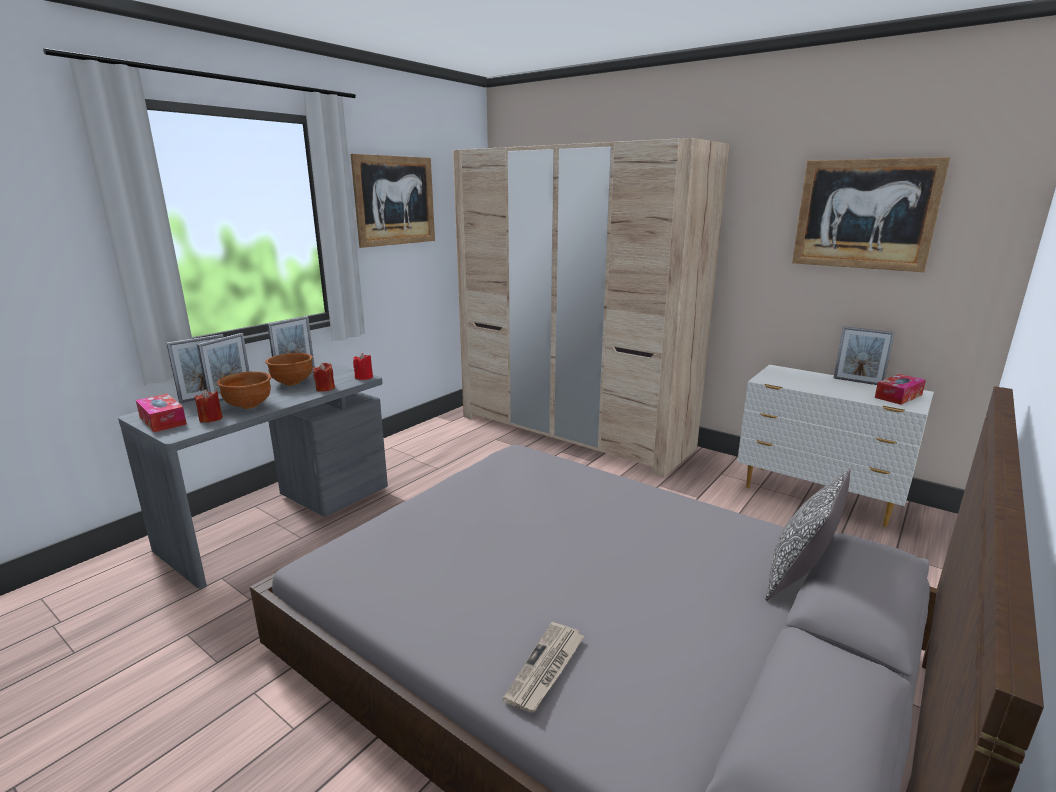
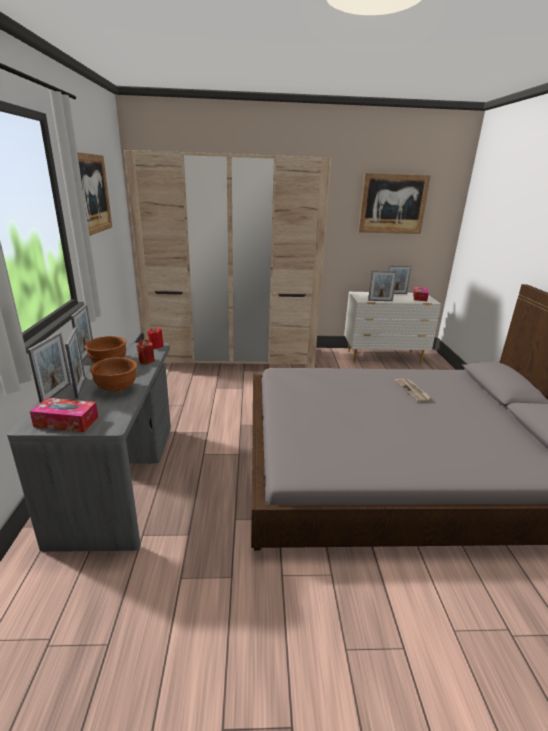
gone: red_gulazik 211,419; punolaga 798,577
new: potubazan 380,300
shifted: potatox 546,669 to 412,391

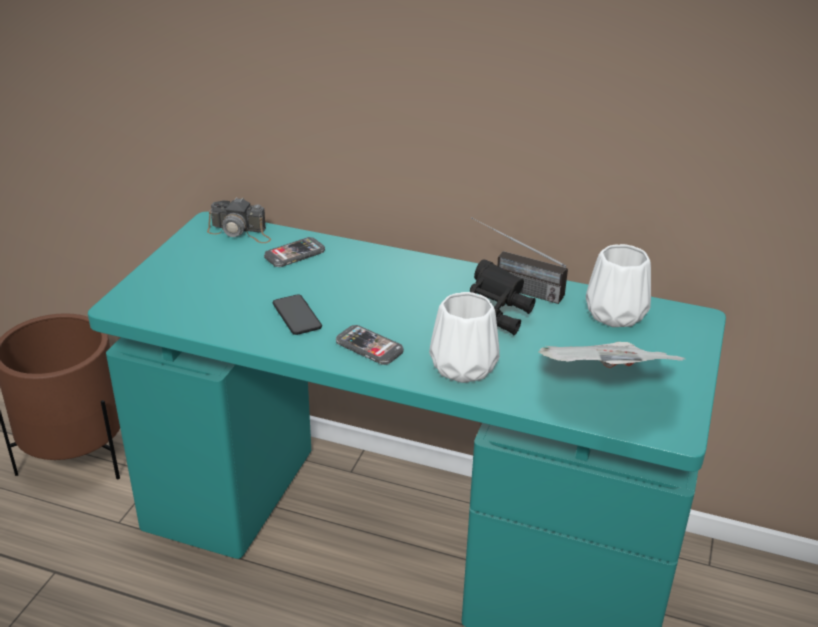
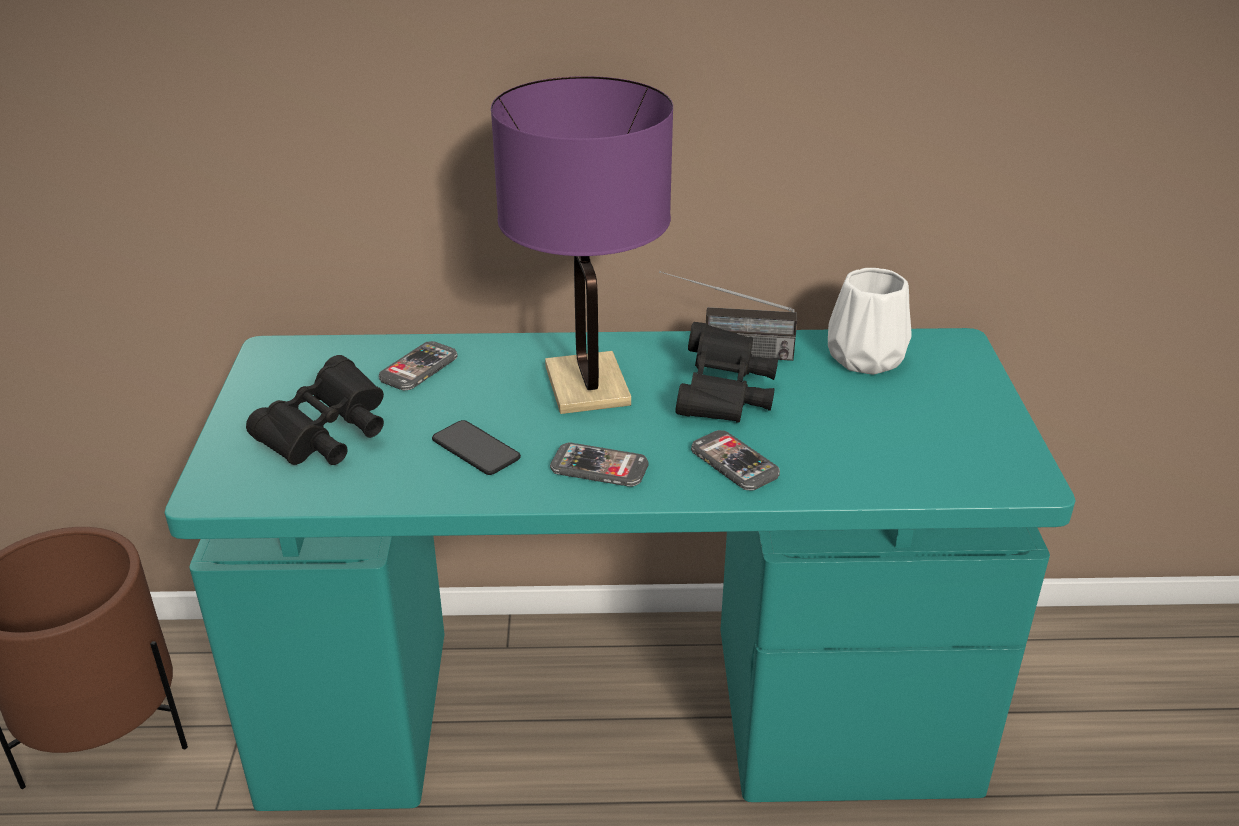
gone: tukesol 241,232; potatox 605,385
new: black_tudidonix 327,437; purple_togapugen 587,386
swapped: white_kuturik 464,366 to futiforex 734,463

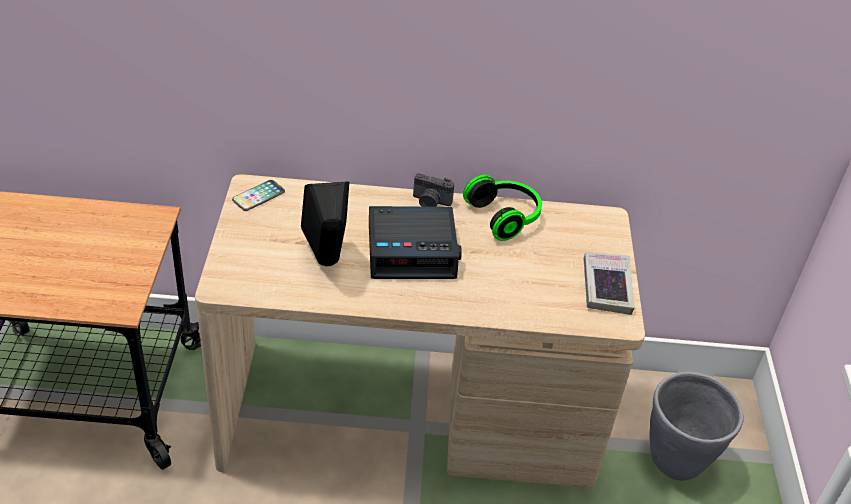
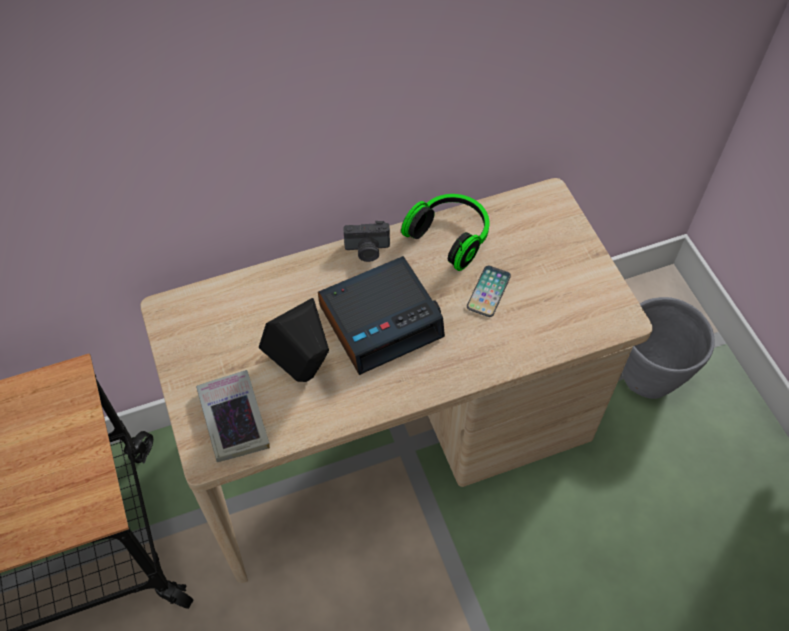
shifted: futiforex 258,196 to 488,292; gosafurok 606,287 to 233,419

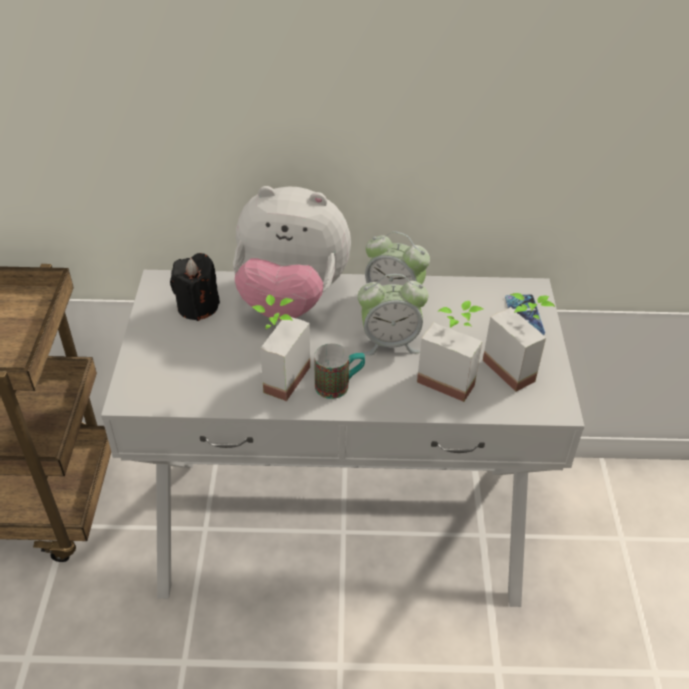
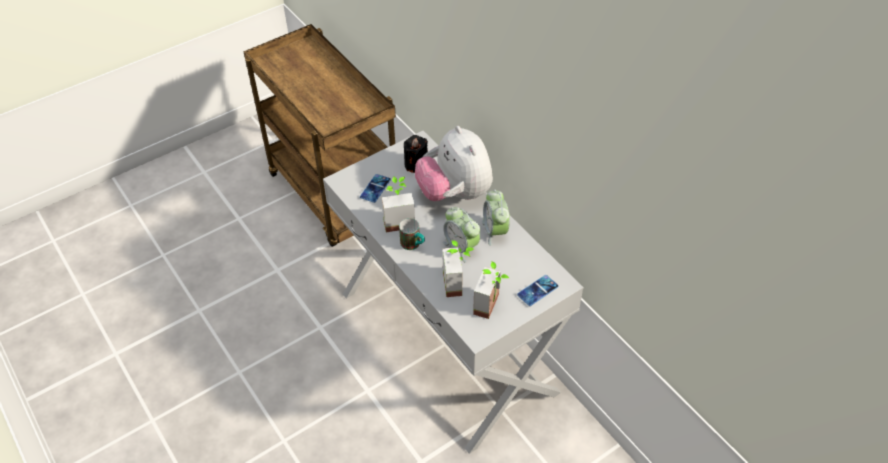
new: futiforex 375,188

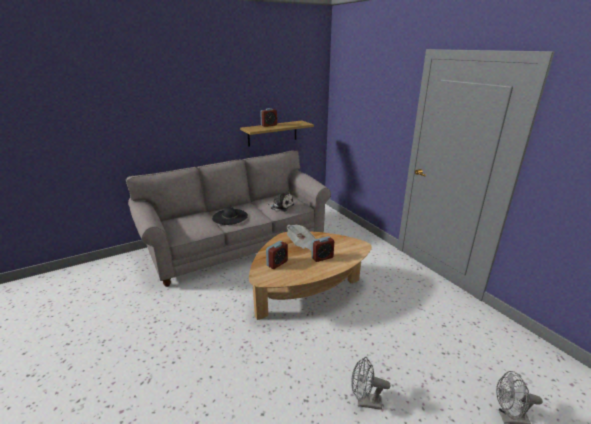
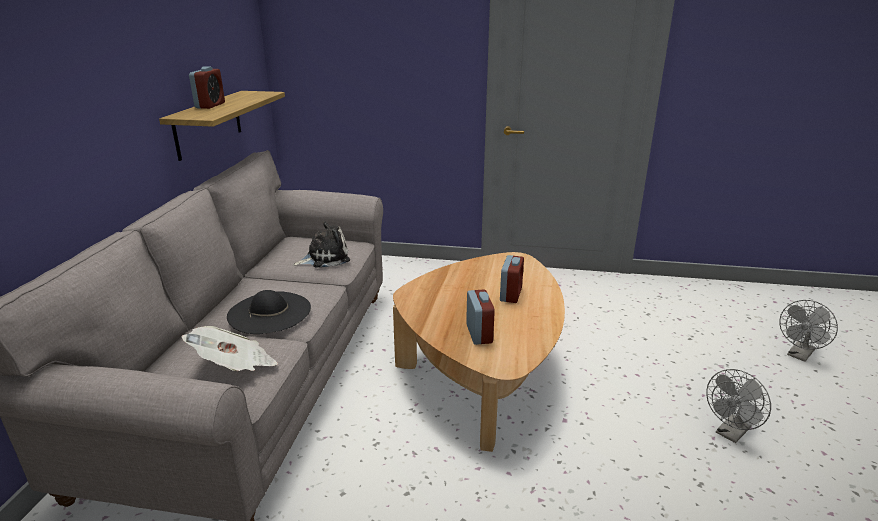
shifted: potatox 303,245 to 235,367

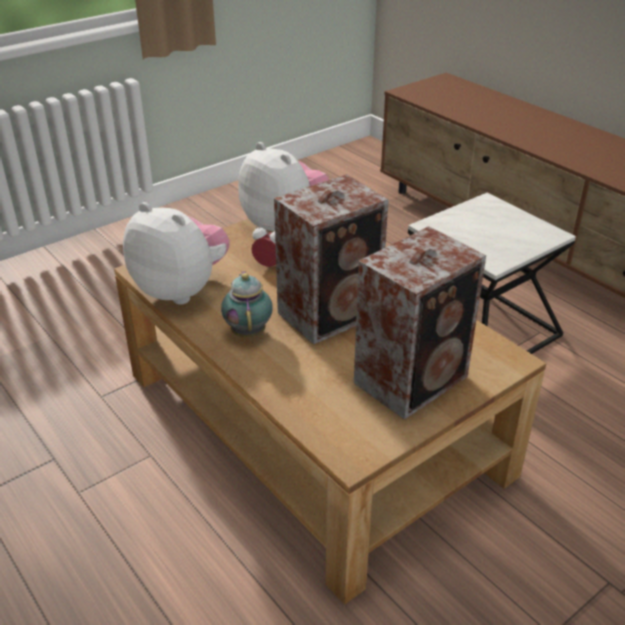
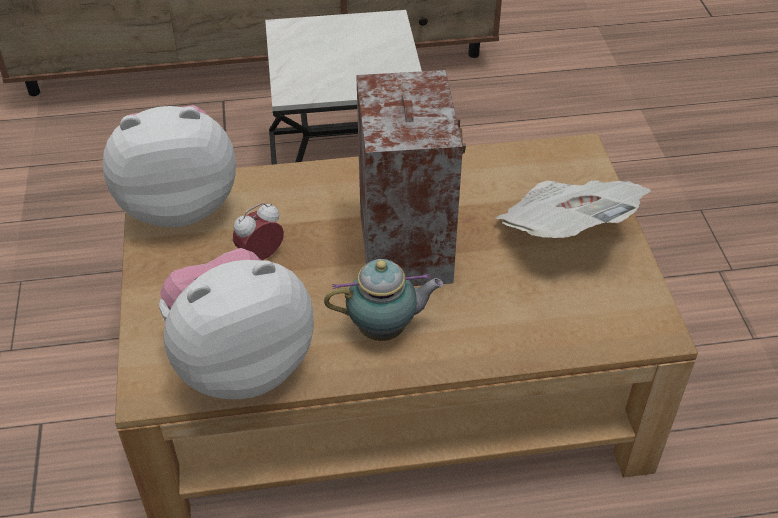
swapped: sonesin 414,379 to potatox 565,231
rotated: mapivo 248,331 = 385,329 150 degrees clockwise

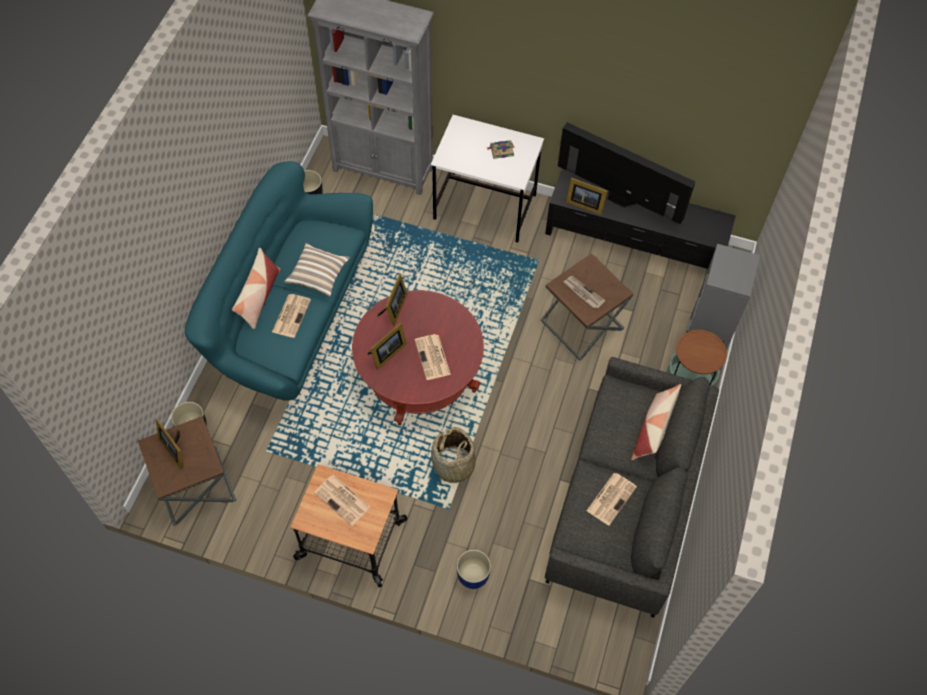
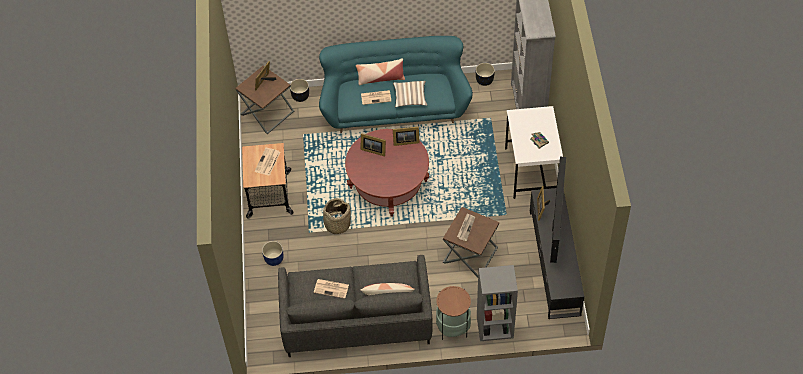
gone: potatox 433,358

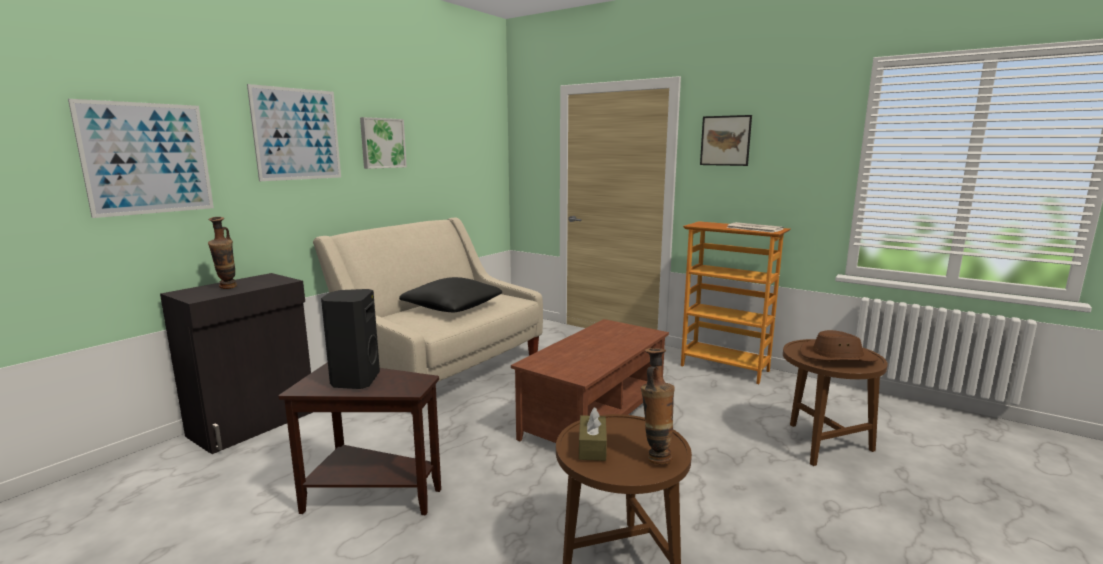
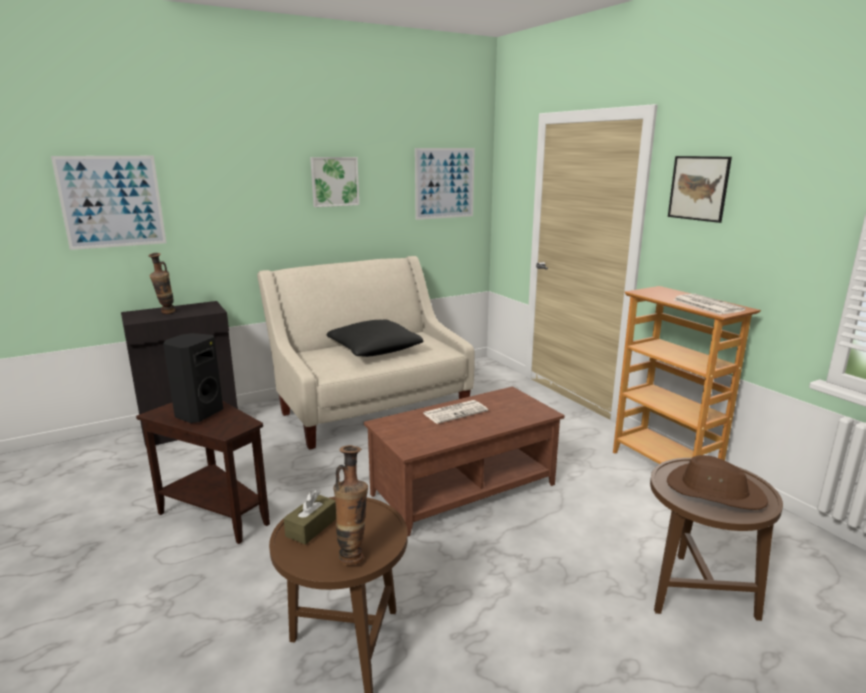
new: potatox 455,412
shifted: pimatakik 297,134 to 444,183

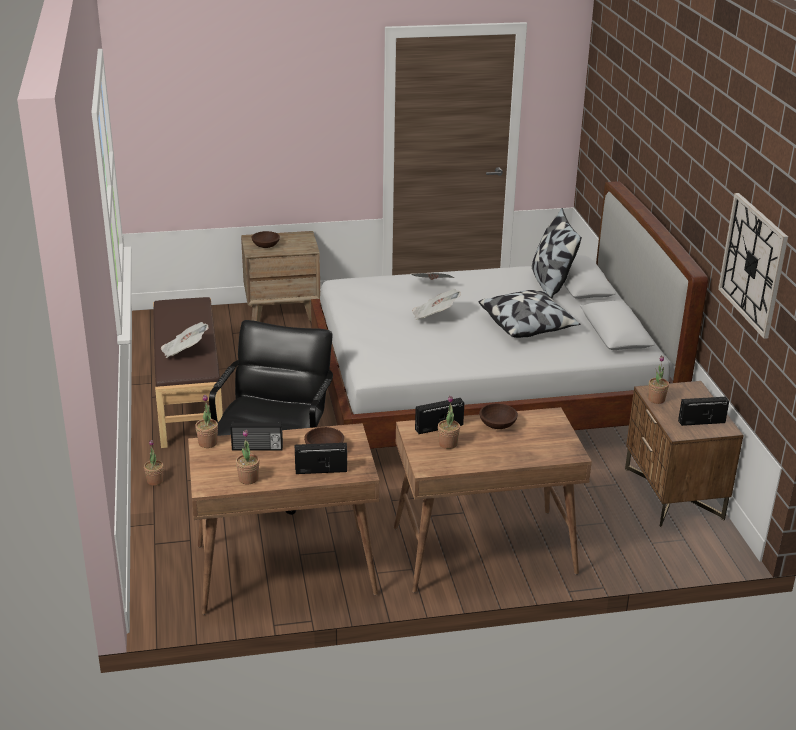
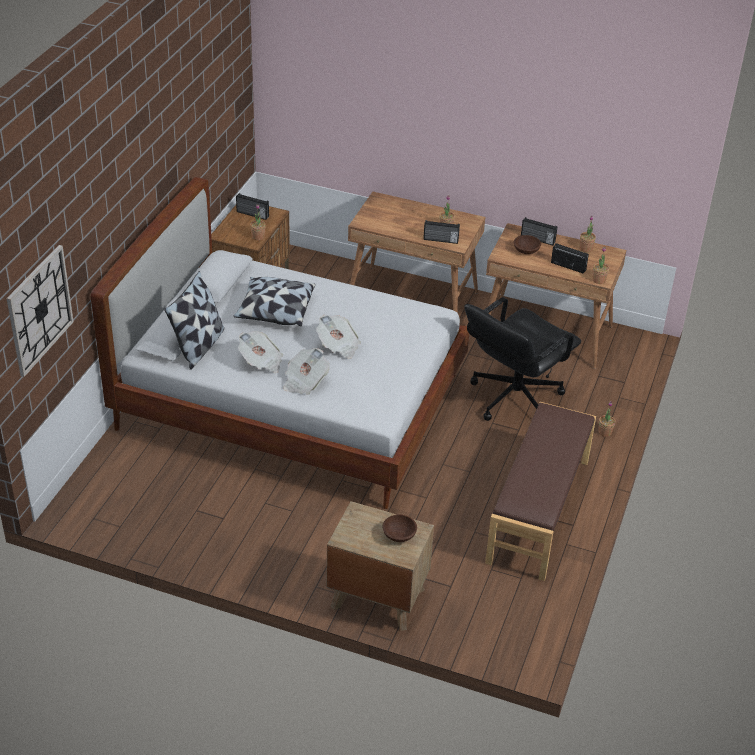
gone: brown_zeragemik 497,425
shifted: potatox 184,351 to 261,362; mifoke 753,264 to 39,310

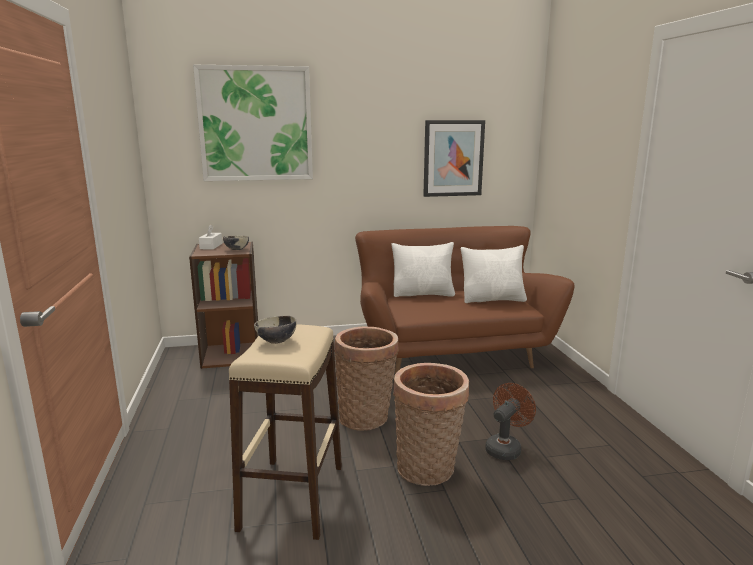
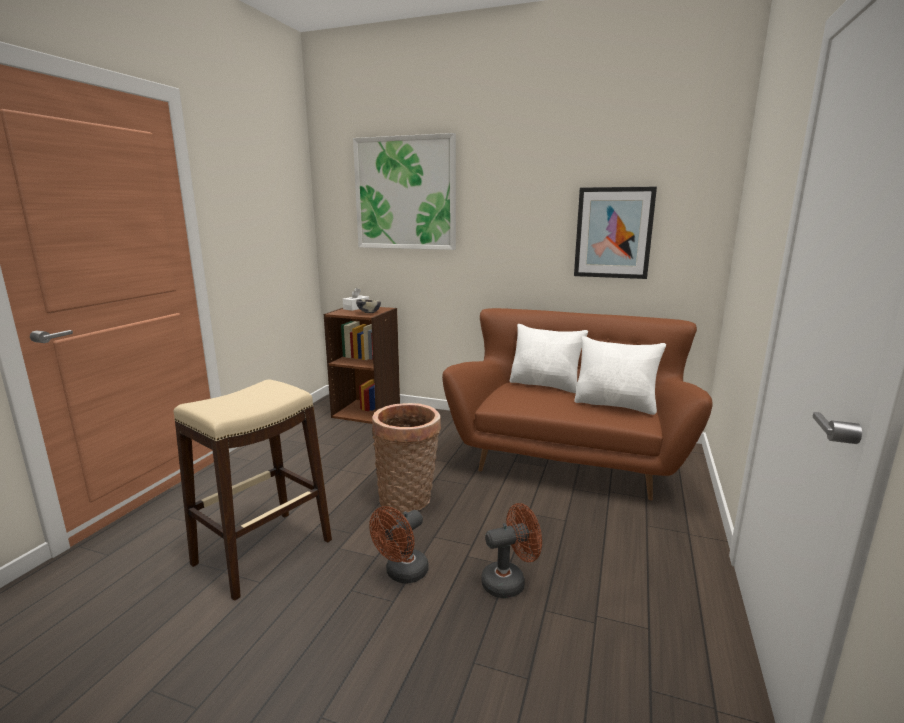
gone: zeragemik 276,341
swapped: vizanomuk 428,470 to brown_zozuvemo 402,574

